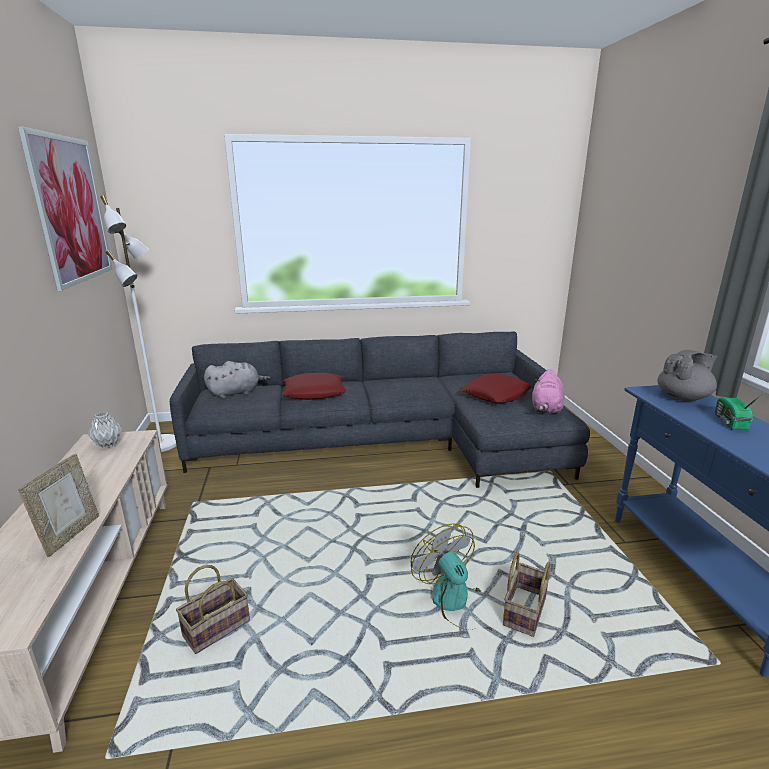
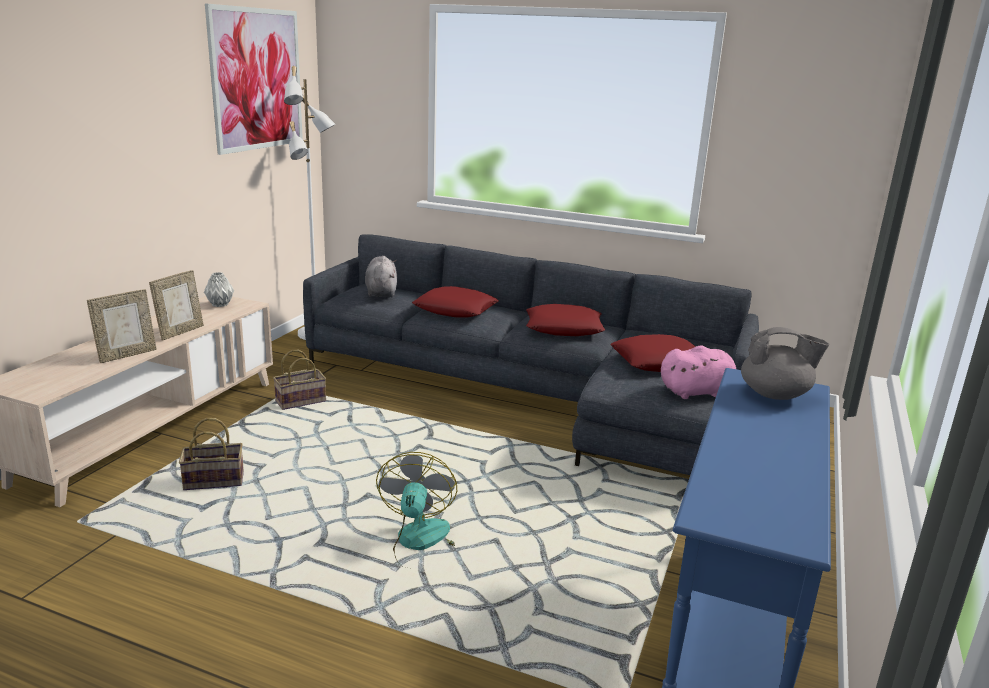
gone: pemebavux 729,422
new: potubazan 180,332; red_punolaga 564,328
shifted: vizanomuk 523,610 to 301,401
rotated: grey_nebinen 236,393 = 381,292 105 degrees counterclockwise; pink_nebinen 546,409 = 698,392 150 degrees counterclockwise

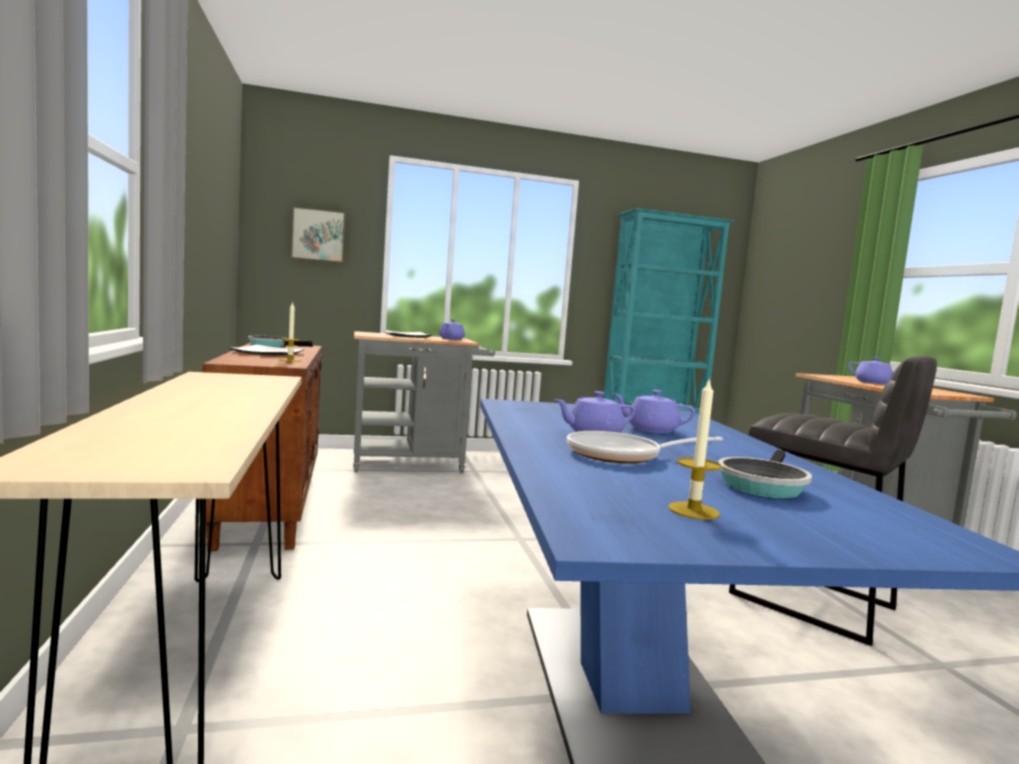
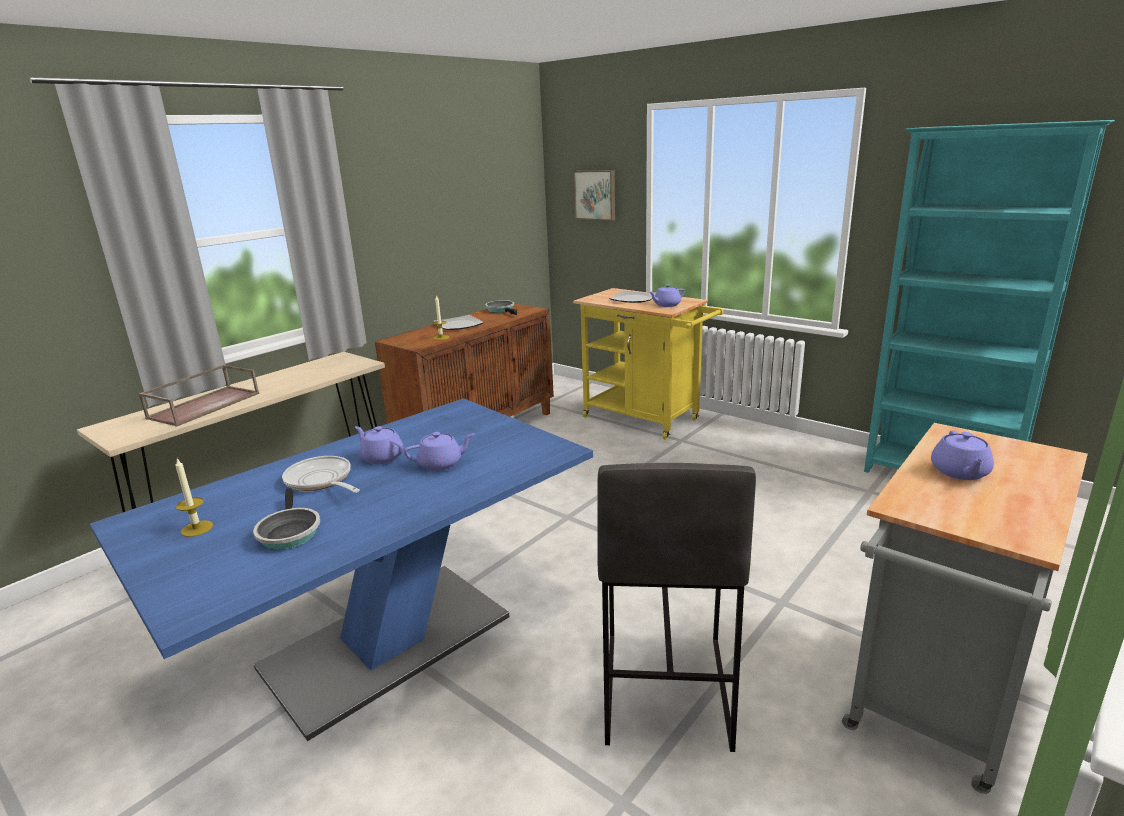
new: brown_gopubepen 205,405
repainted: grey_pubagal 415,464 to yellow_pubagal 646,420
rotated: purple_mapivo 650,429 = 441,464 90 degrees clockwise; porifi 761,485 = 289,532 105 degrees counterclockwise

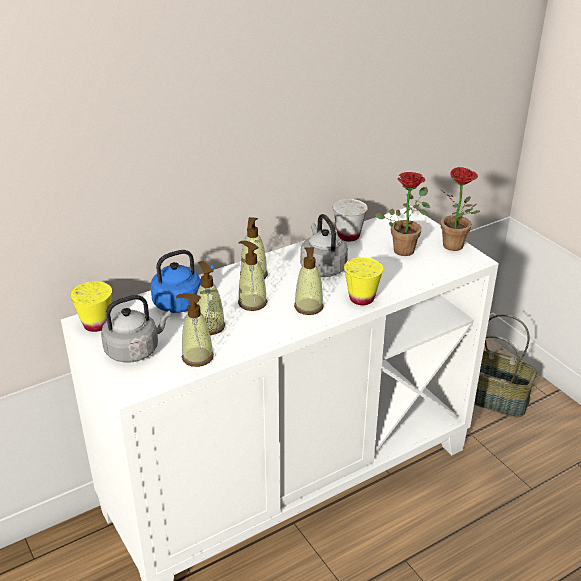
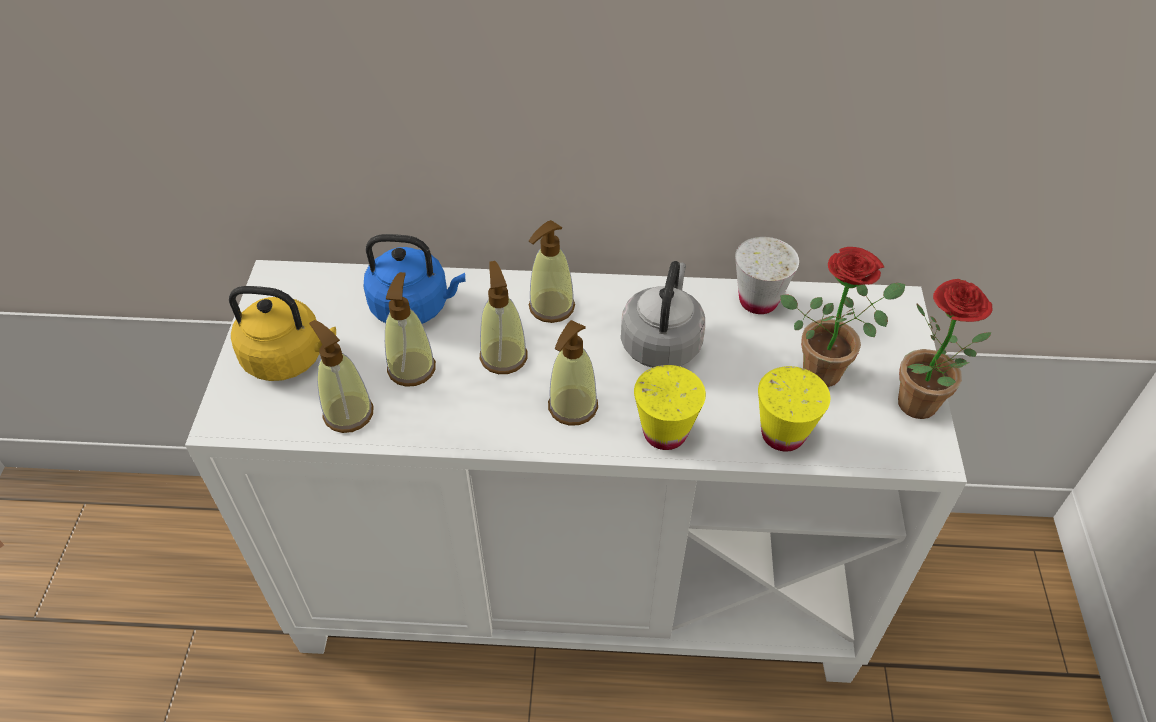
gone: vizanomuk 494,398
shifted: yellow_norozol 96,324 to 783,434
repainted: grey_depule 135,350 to yellow_depule 289,358

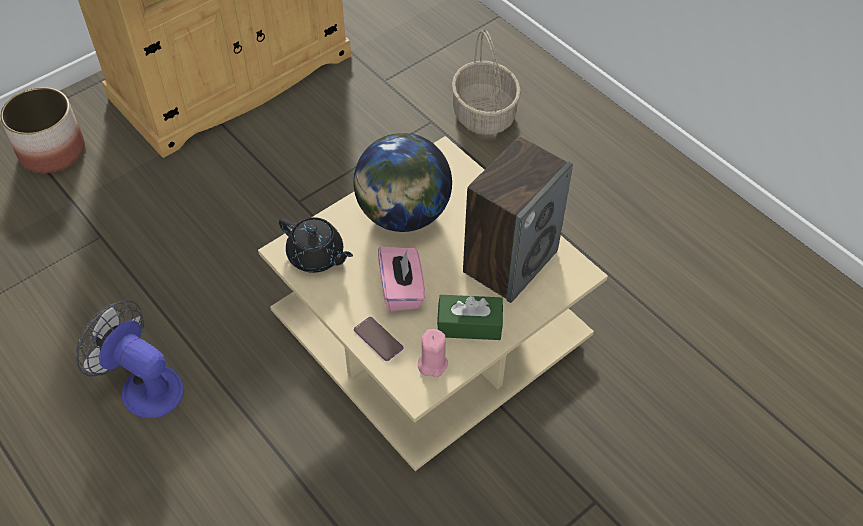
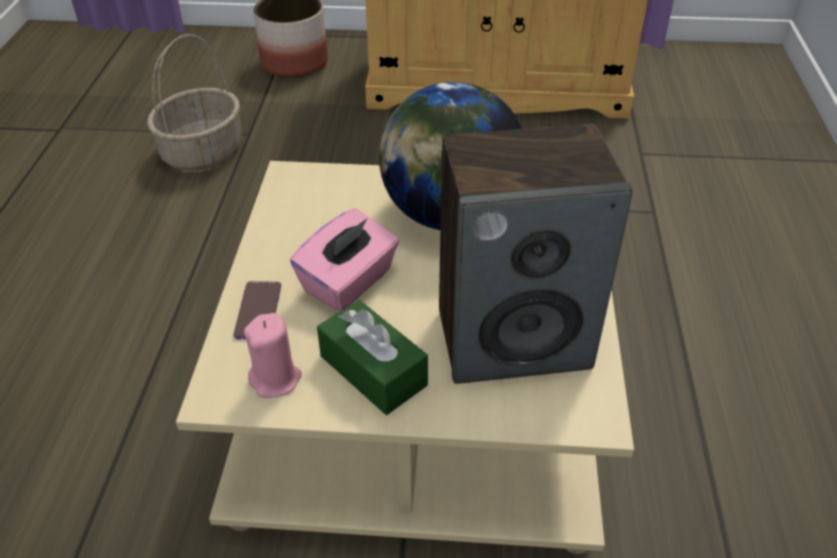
gone: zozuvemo 143,385; black_mapivo 316,256
shifted: vizanomuk 485,115 to 202,152

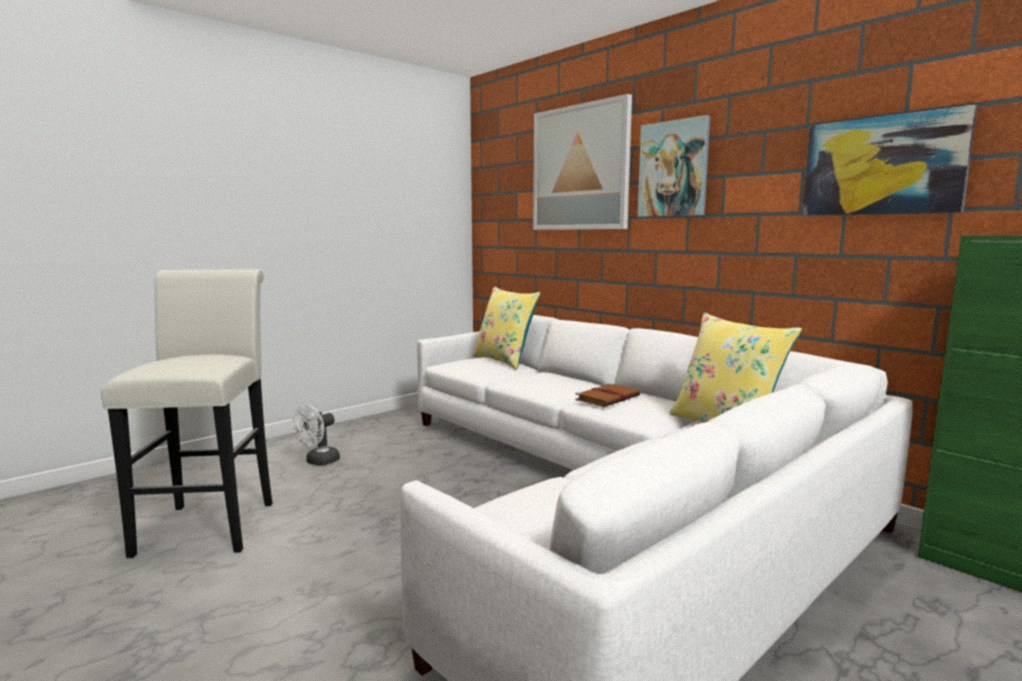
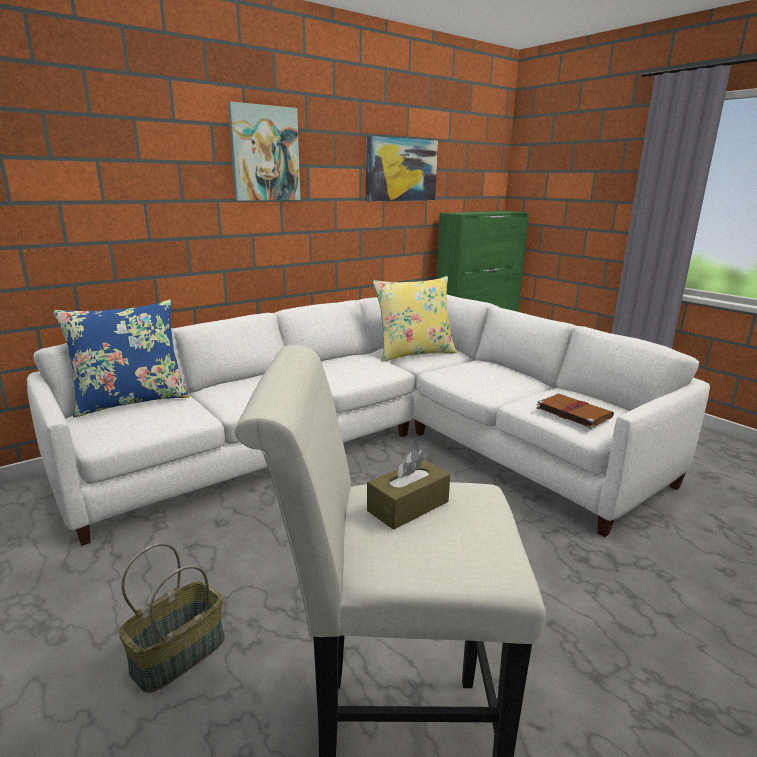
gone: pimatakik 580,168
new: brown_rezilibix 408,506
shifted: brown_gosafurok 608,398 to 572,412
swapped: white_zozuvemo 318,462 to vizanomuk 178,653
repainted: yellow_punolaga 504,360 to blue_punolaga 131,401

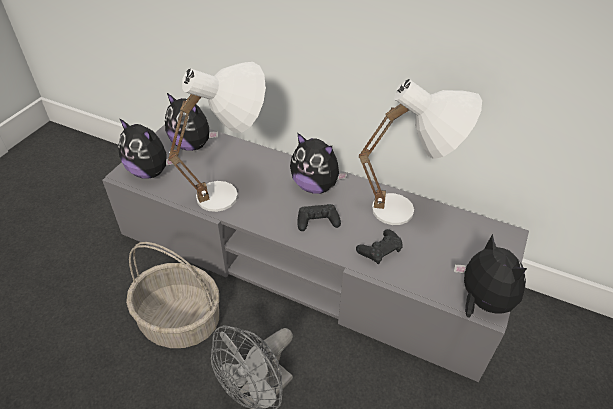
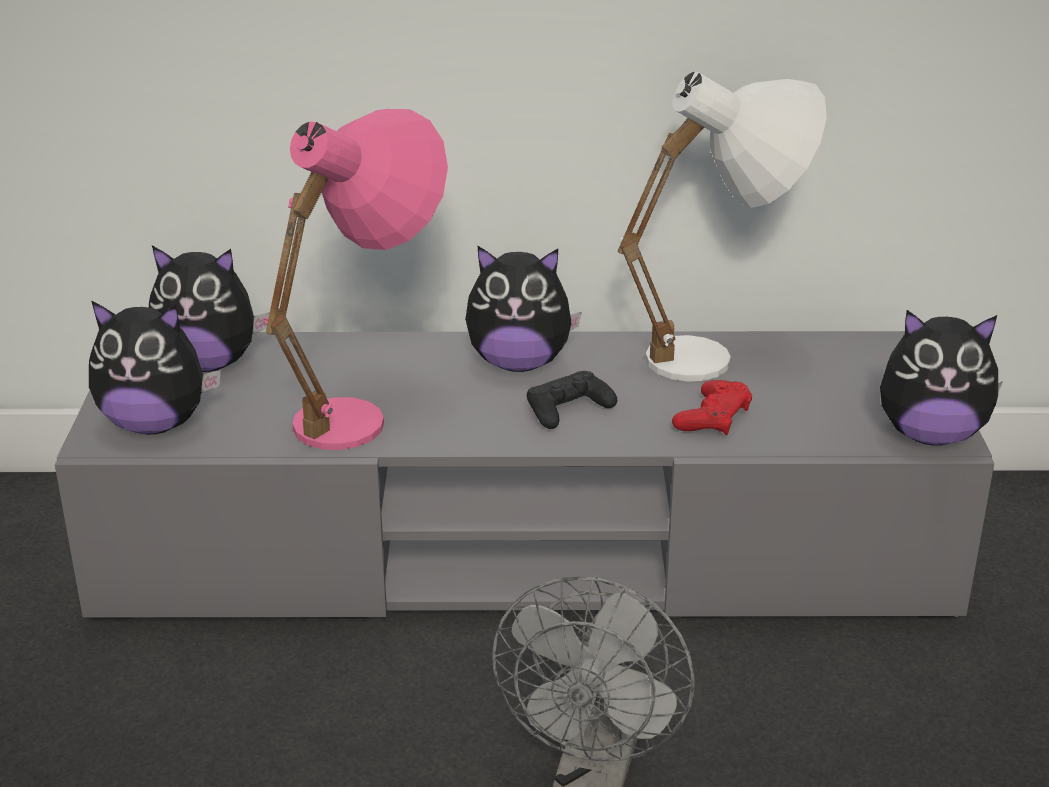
gone: vizanomuk 181,320
repainted: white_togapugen 232,194 to pink_togapugen 366,413; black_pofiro 380,250 to red_pofiro 713,417
rotated: nebinen 481,302 = 930,435 150 degrees clockwise

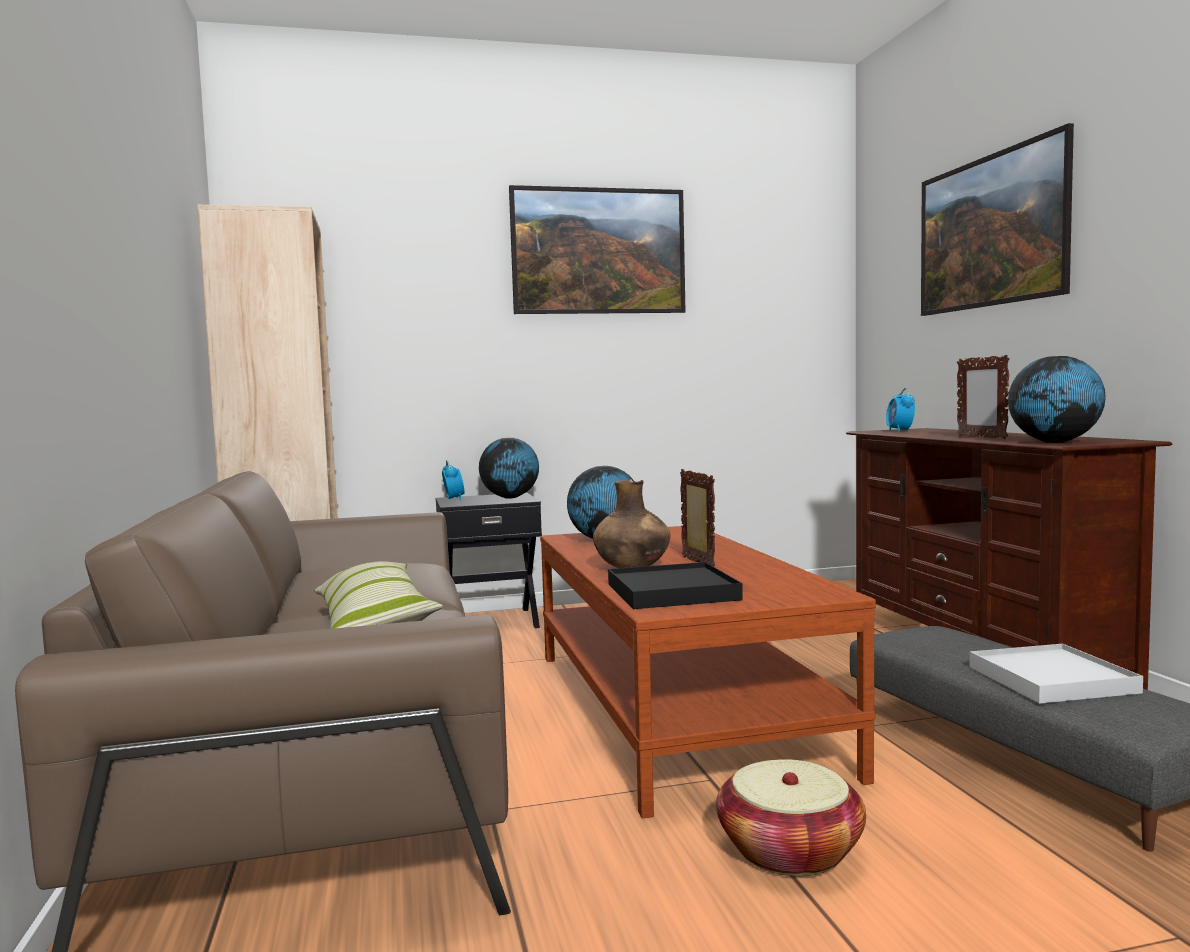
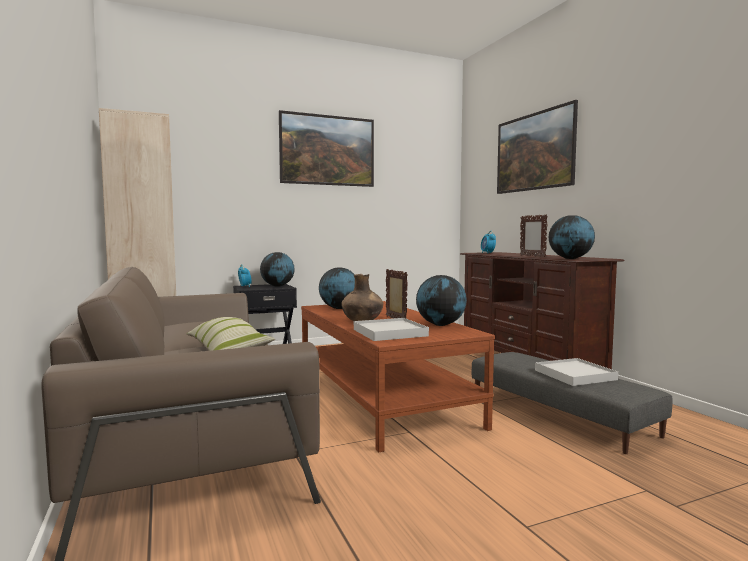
gone: vizanomuk 789,851
new: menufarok 441,325
repainted: black_gopubepen 671,592 to white_gopubepen 389,333

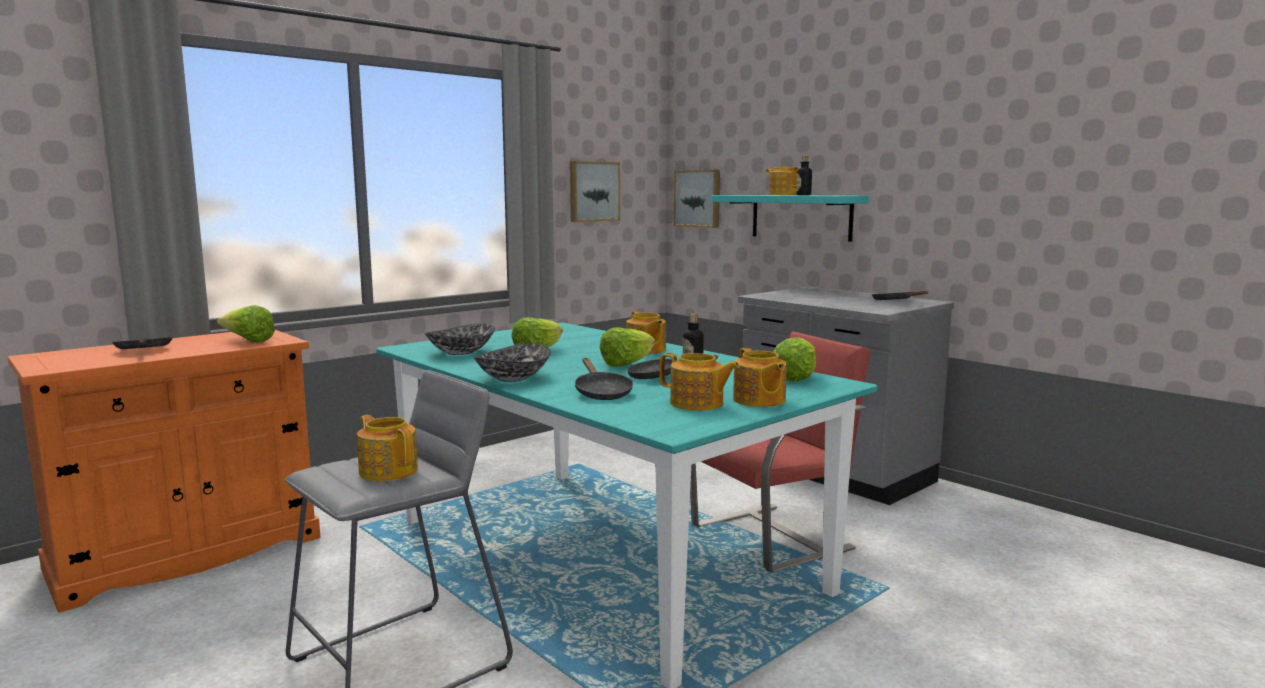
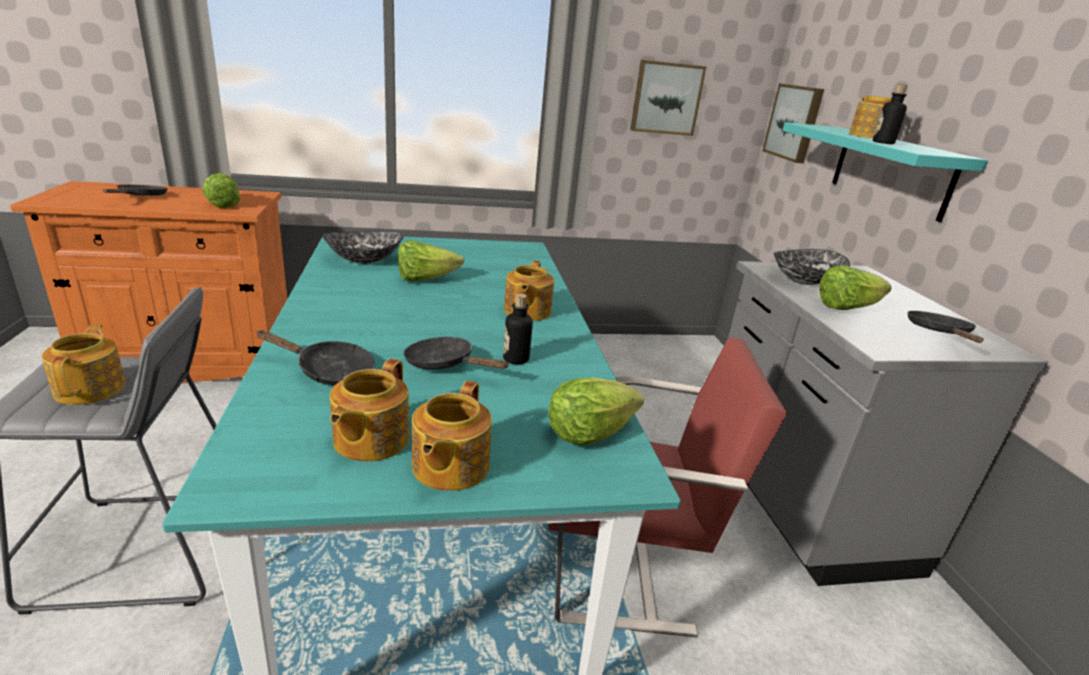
shifted: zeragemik 512,378 to 804,280; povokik 627,364 to 846,307
rotated: black_porifi 601,393 = 329,371 90 degrees counterclockwise; mapivo 697,404 = 369,439 45 degrees clockwise

